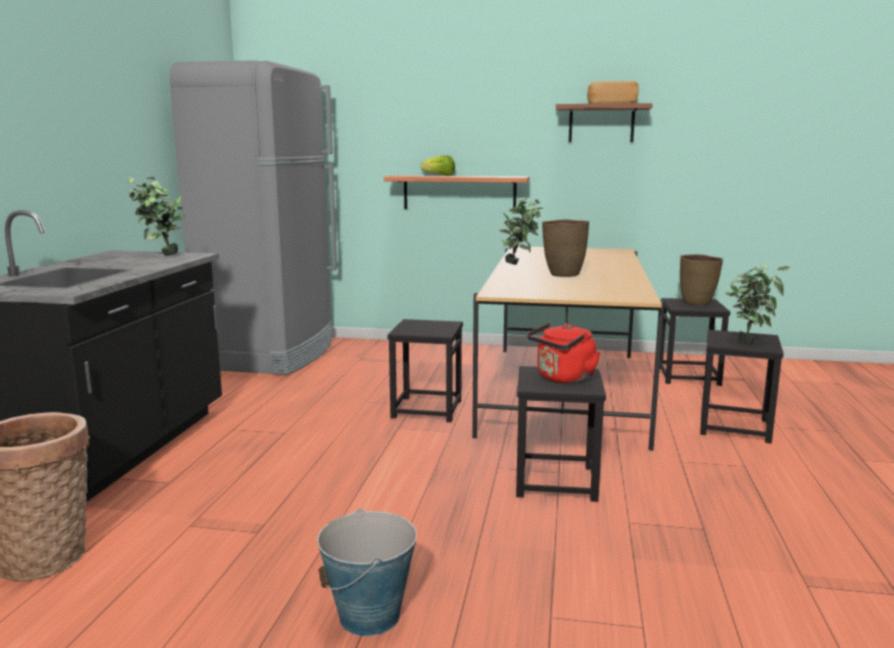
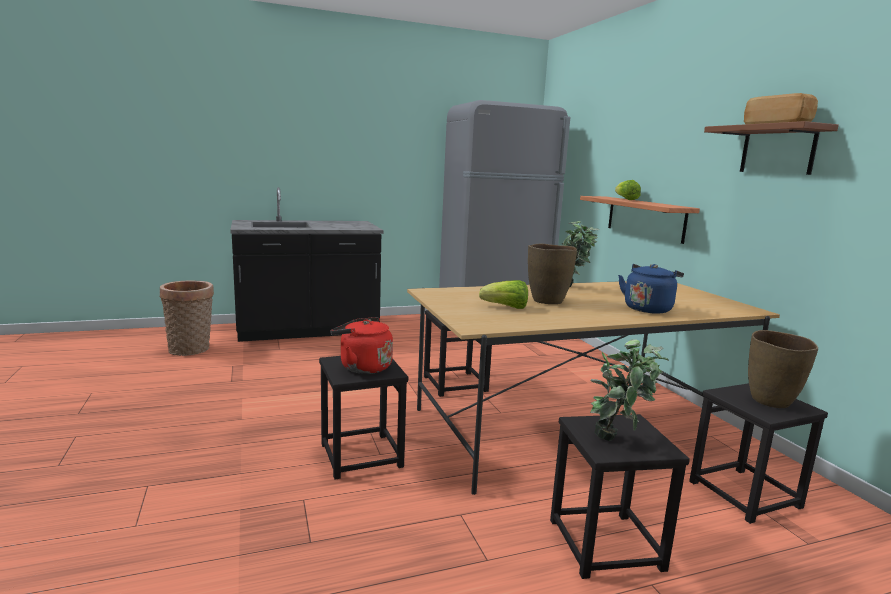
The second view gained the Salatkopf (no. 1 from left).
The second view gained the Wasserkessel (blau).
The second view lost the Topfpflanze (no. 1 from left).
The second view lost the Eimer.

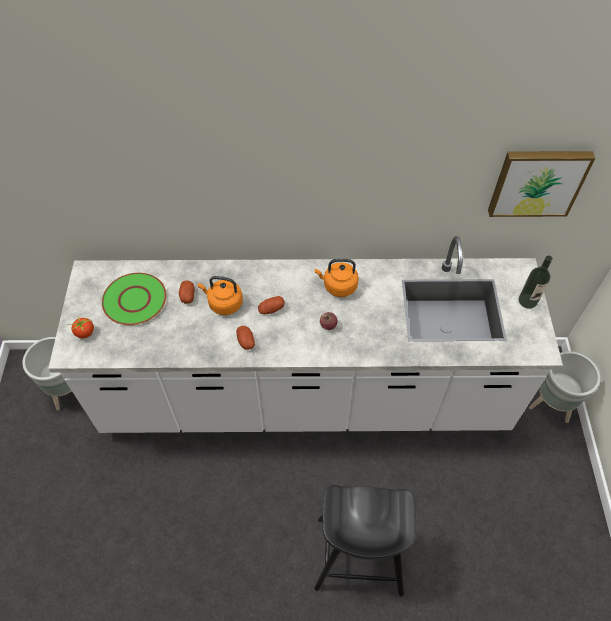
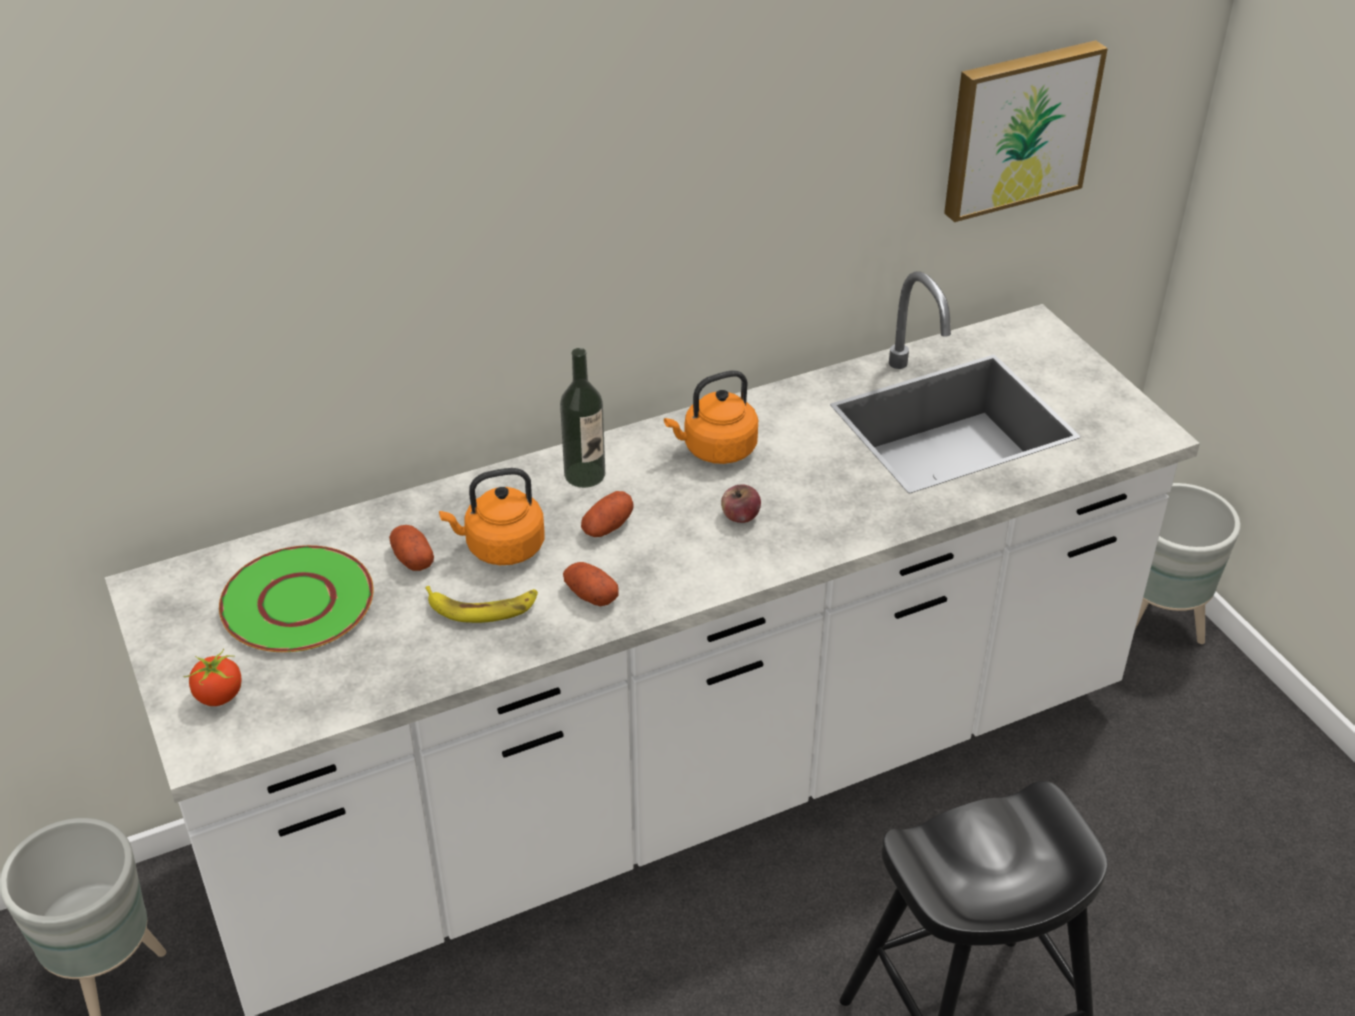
The second view gained the Banane.
The Flasche ended up elsewhere.

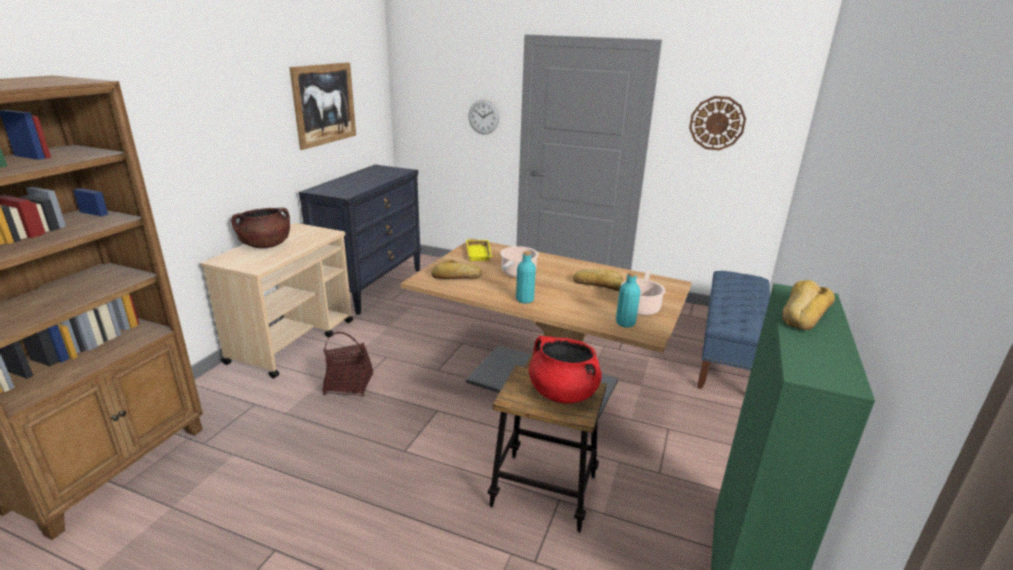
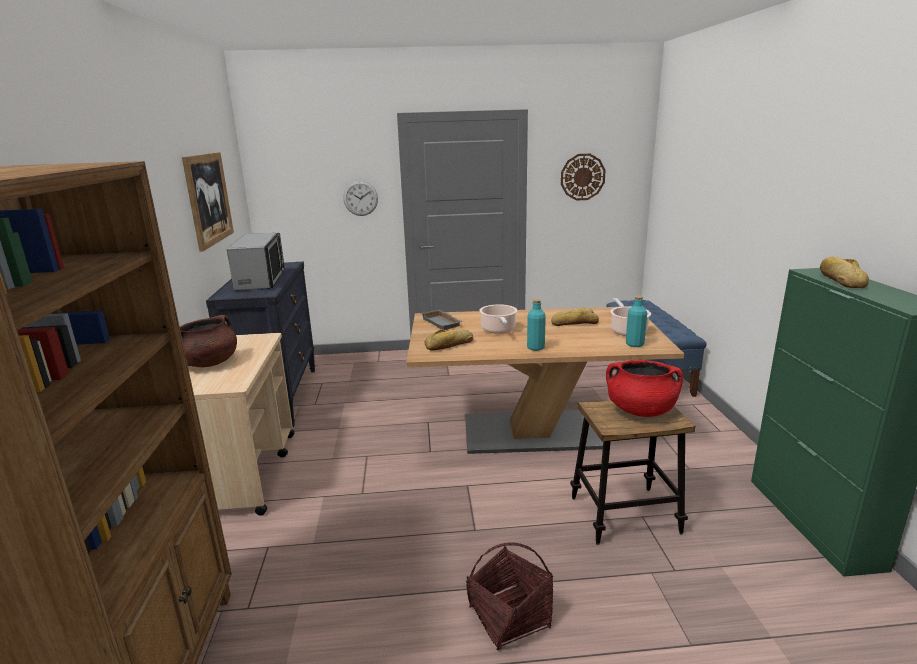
The second view gained the Mikrowelle.
What was the Tablett (gelb) turned into the Tablett (grau).
The Korb ended up elsewhere.

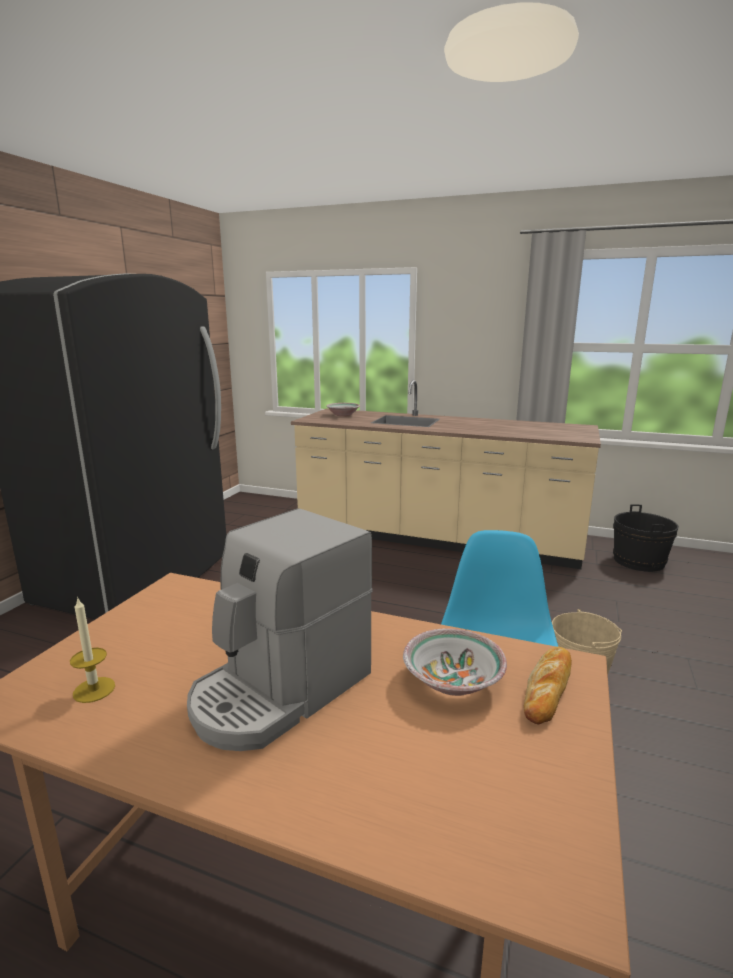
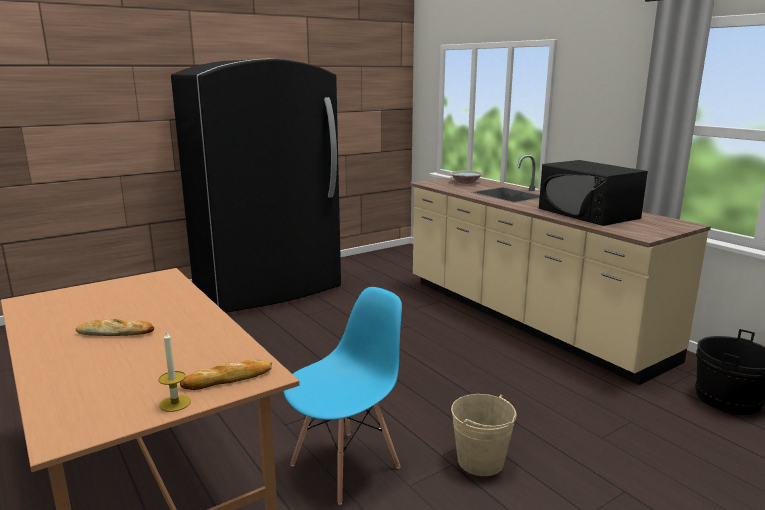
Where the Kaffeemaschine stood, the Brot (no. 1 from left) came to stand.
The Kerze ended up elsewhere.
The second view gained the Mikrowelle (schwarz).
The second view lost the Schüssel (no. 2 from left).

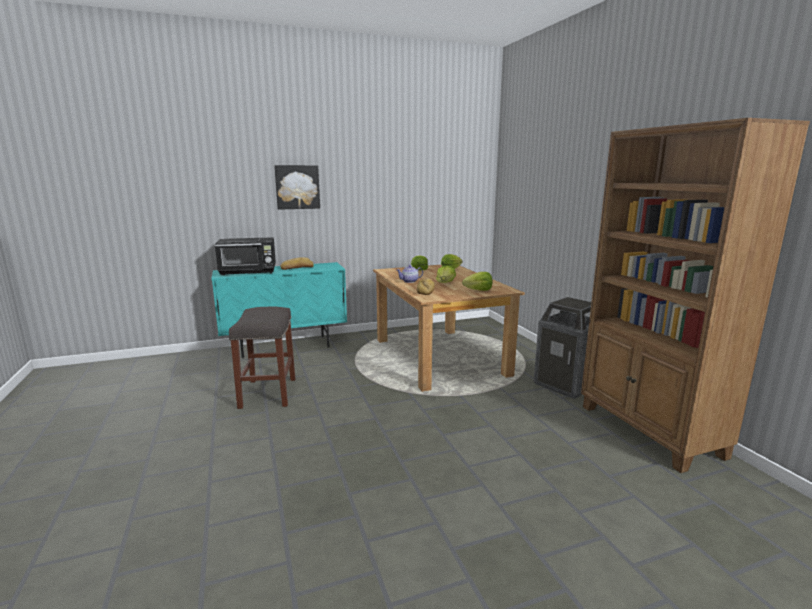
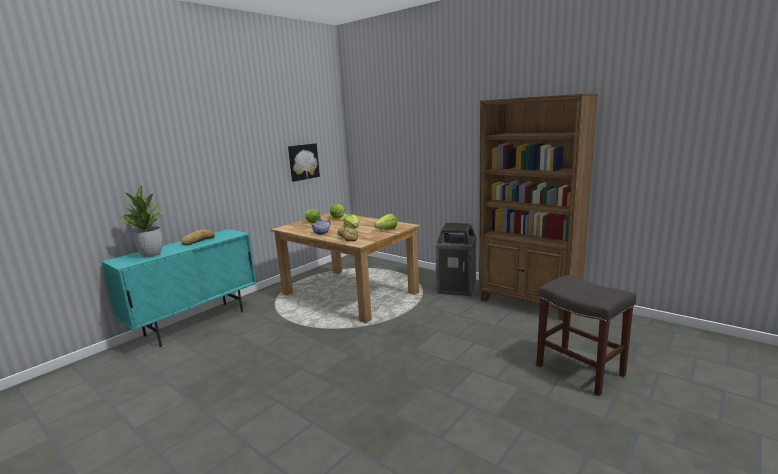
Where the Mikrowelle (schwarz) stood, the Topfpflanze came to stand.
The Bild ended up elsewhere.
The Hocker (grau) ended up elsewhere.

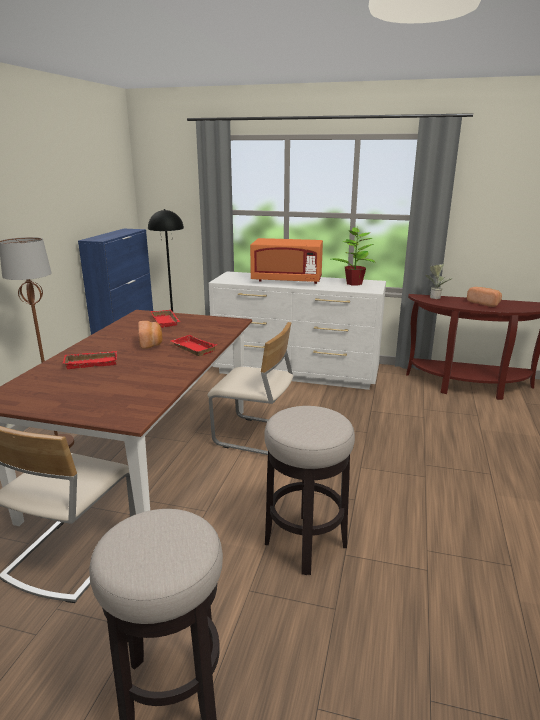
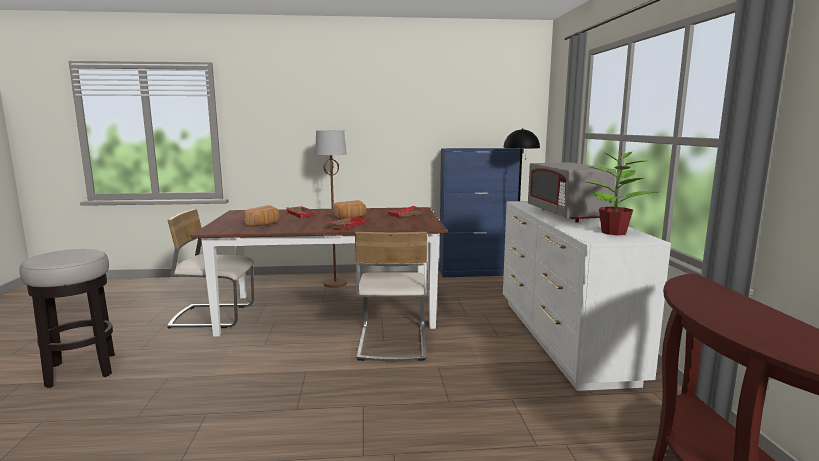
The Brot (no. 2 from left in the first image) ended up elsewhere.
What was the Mikrowelle (orange) turned into the Mikrowelle (grau).
The second view lost the Hocker (no. 2 from left).
The second view lost the Topfpflanze (no. 2 from left).

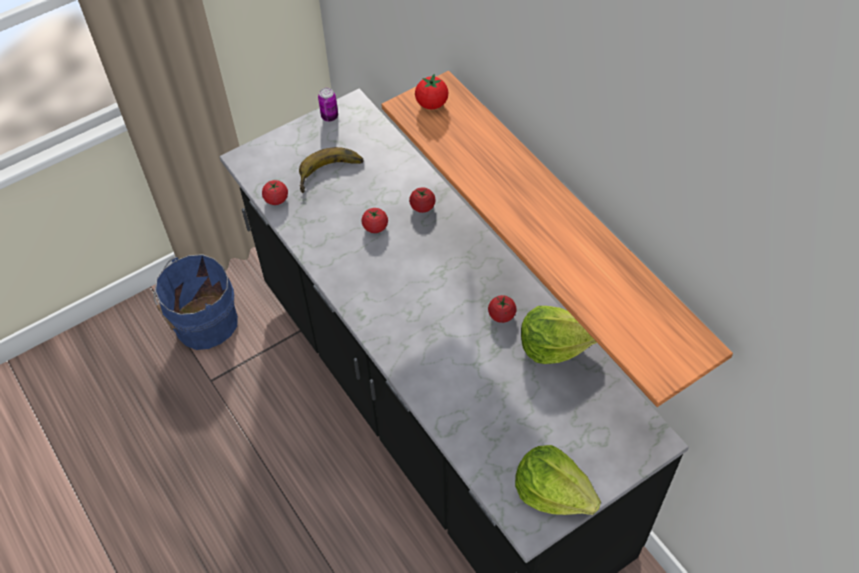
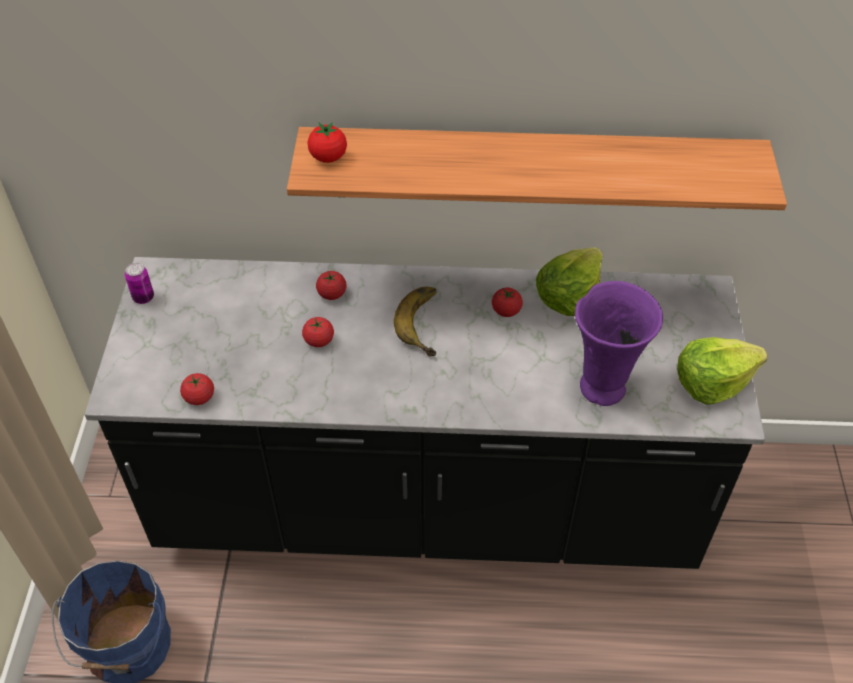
The Banane ended up elsewhere.
The second view gained the Vase (lila).

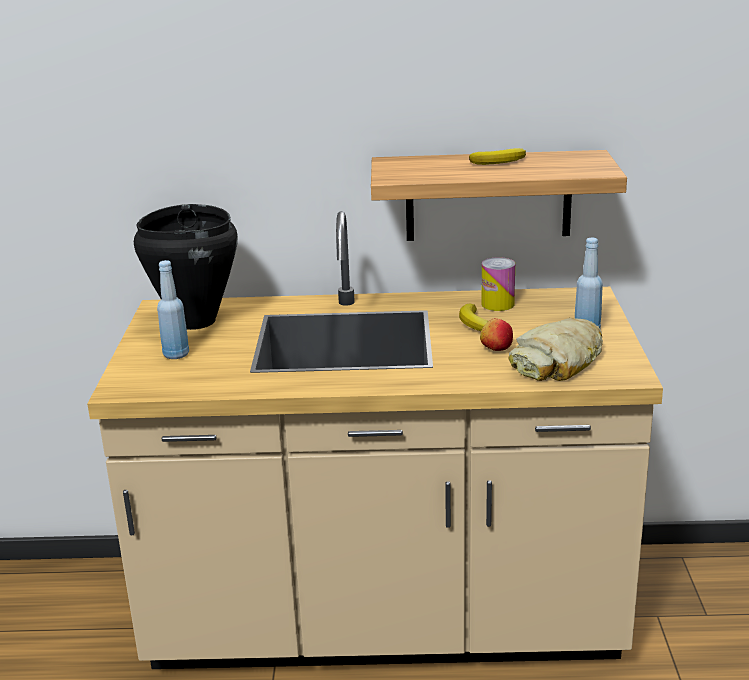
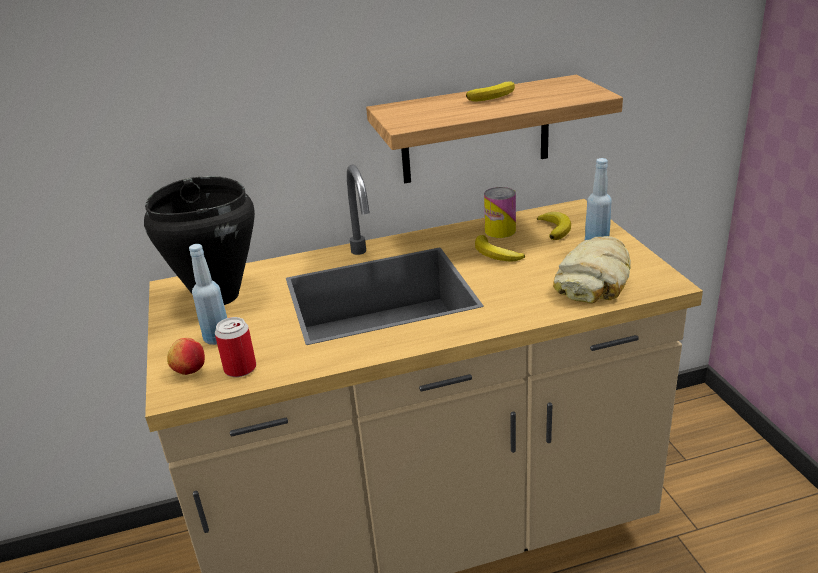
The Apfel ended up elsewhere.
The second view gained the Dose (no. 1 from left).
The second view gained the Banane (no. 3 from left).

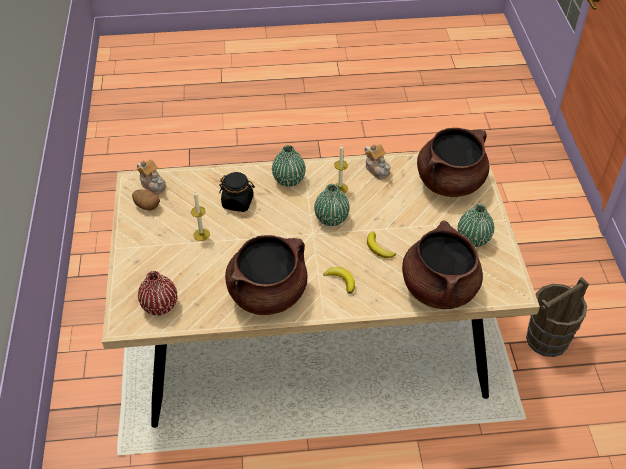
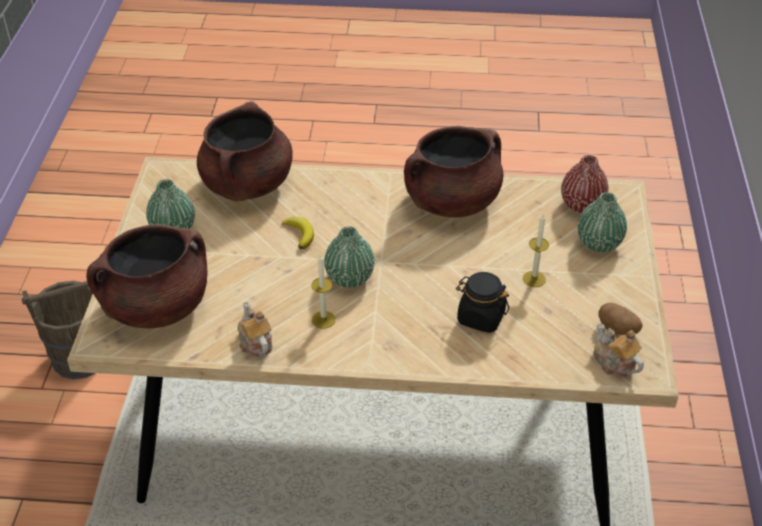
The Vase (grün) (no. 1 from left in the first image) ended up elsewhere.
The second view lost the Banane (no. 1 from left).

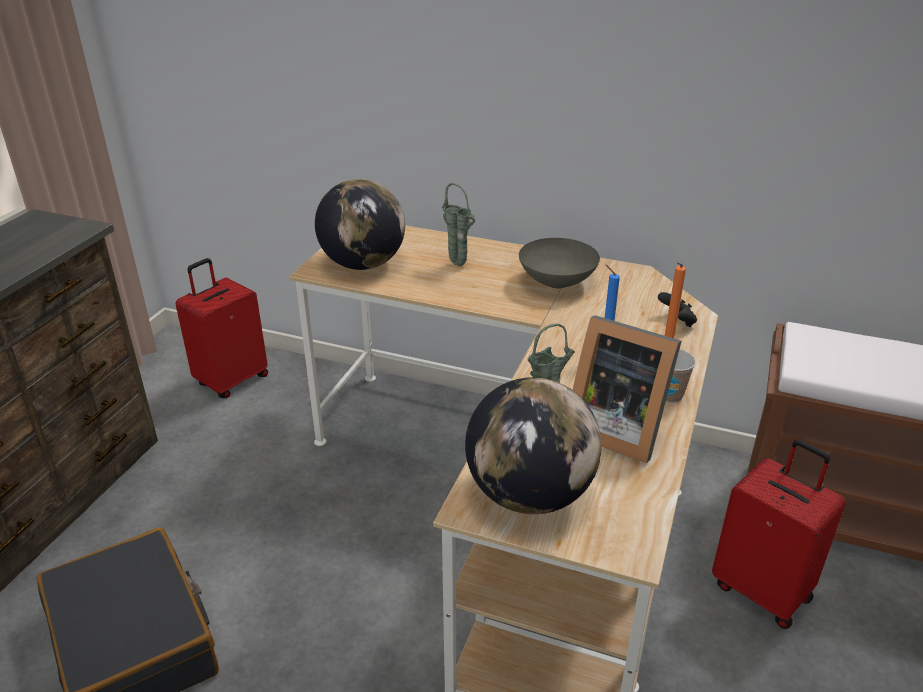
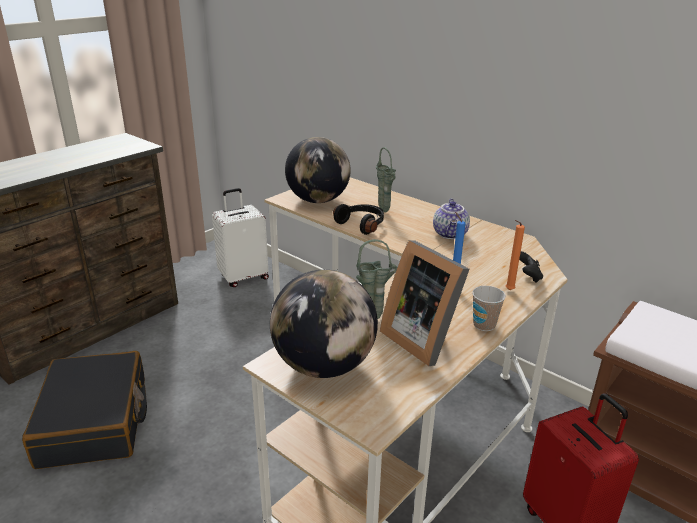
What was the Koffer (rot) (no. 1 from left) turned into the Koffer (weiß).
The second view gained the Kopfhörer (schwarz).
Where the Schüssel (grau) stood, the Teekanne came to stand.

